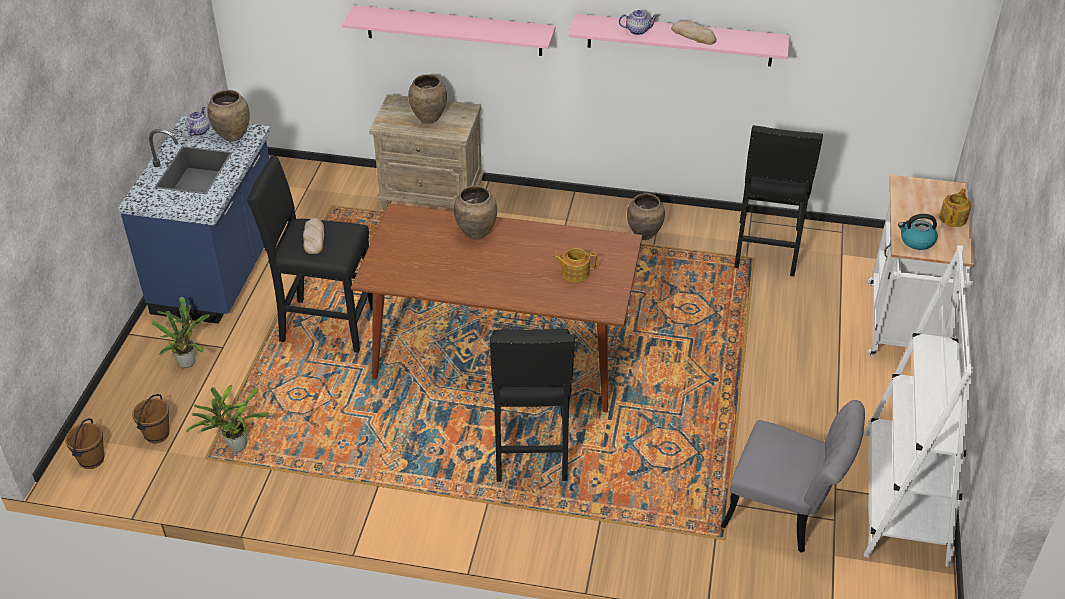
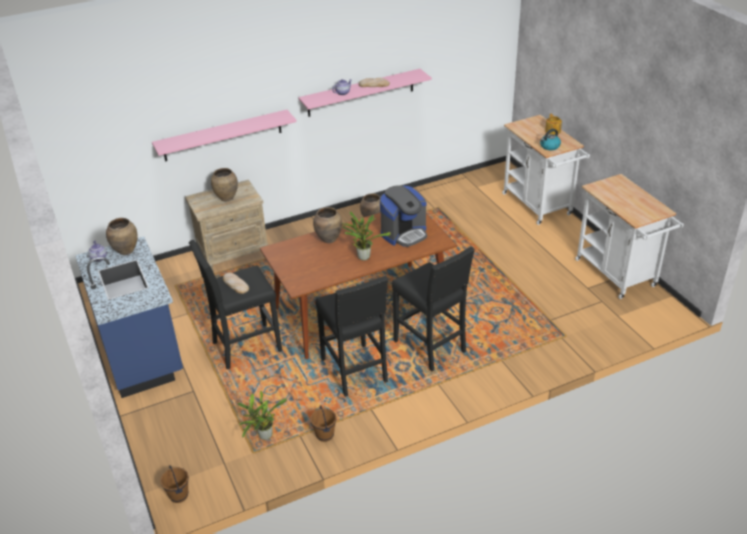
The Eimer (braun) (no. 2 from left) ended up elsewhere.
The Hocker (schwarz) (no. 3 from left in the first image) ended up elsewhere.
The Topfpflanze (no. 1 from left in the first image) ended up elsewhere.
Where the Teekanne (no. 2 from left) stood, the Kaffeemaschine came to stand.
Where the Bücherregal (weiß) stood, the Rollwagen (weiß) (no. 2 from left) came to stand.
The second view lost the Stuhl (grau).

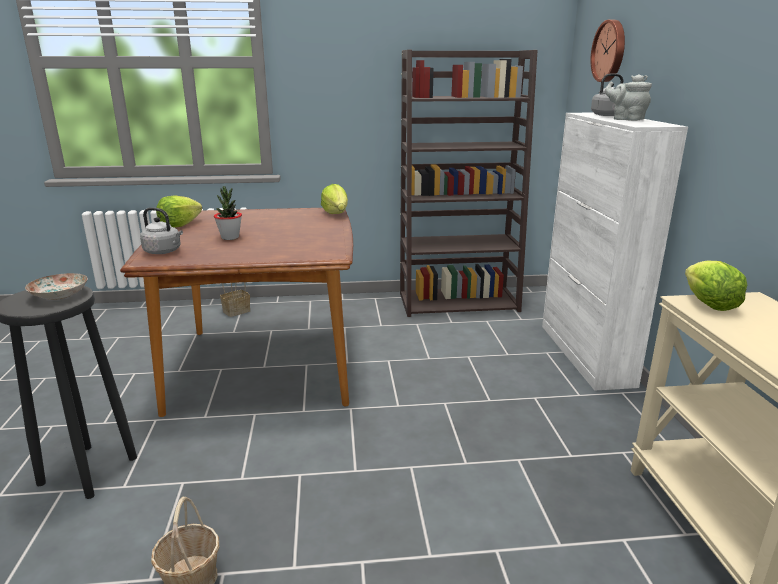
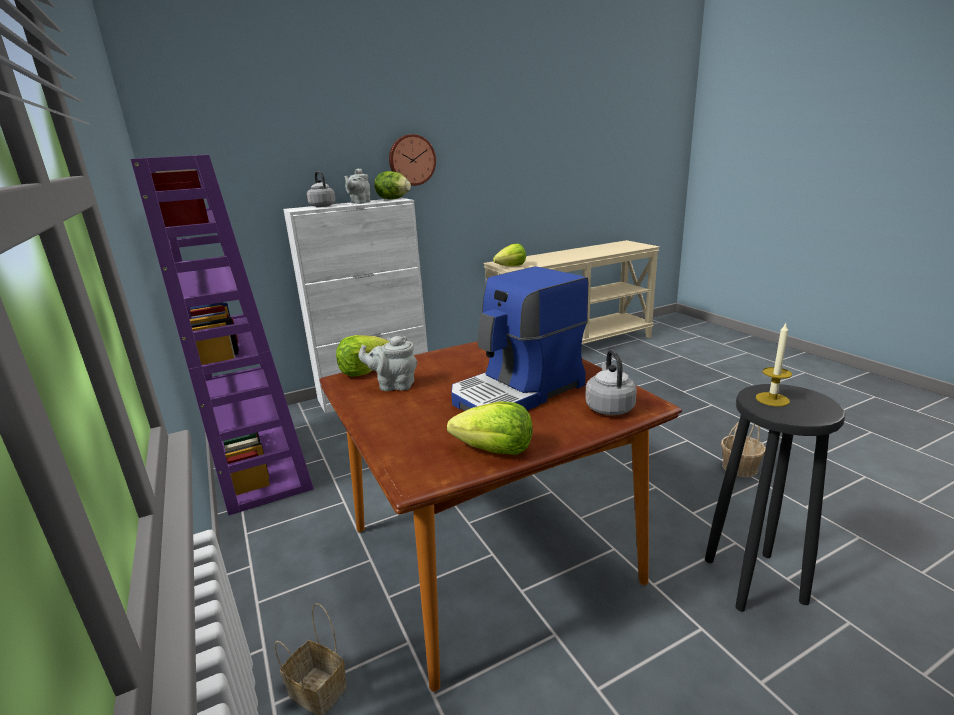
What was the Bücherregal (braun) turned into the Bücherregal (lila).
The second view gained the Teekanne (grau) (no. 2 from left).
The second view gained the Salatkopf (no. 2 from left).
The Wanduhr ended up elsewhere.
Where the Topfpflanze stood, the Kaffeemaschine came to stand.
Where the Teller stood, the Kerze came to stand.

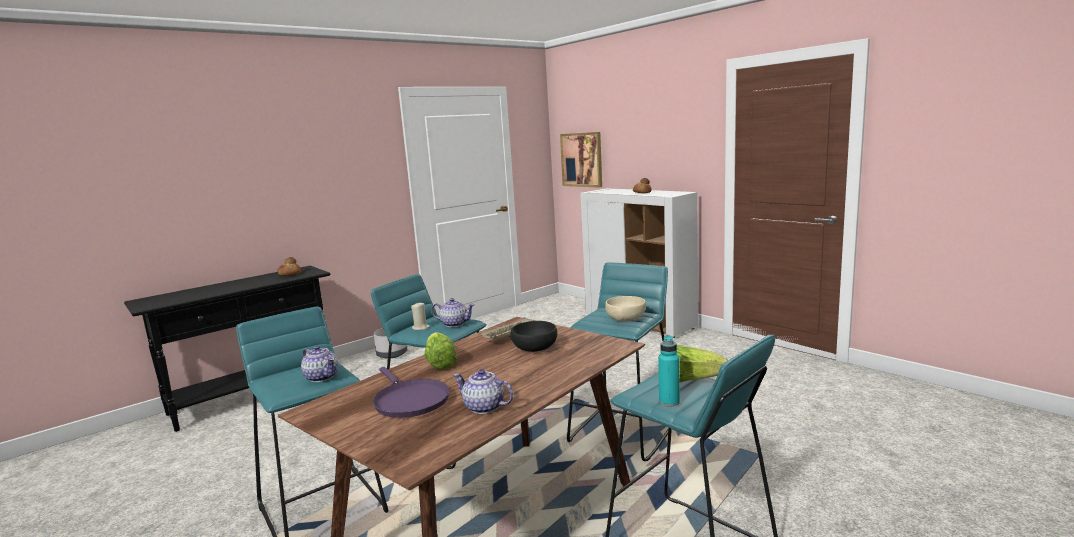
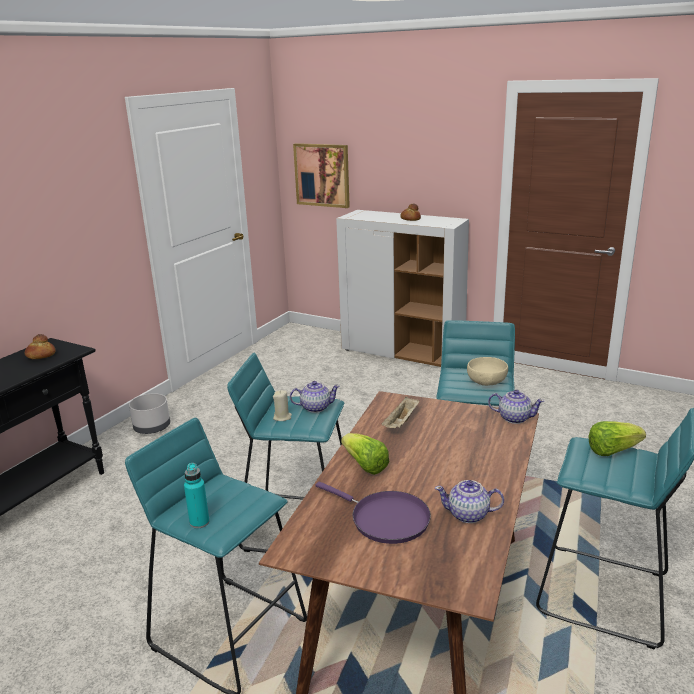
The Flasche (türkis) ended up elsewhere.
The Teekanne (no. 1 from left in the first image) ended up elsewhere.
The second view lost the Schüssel (schwarz).

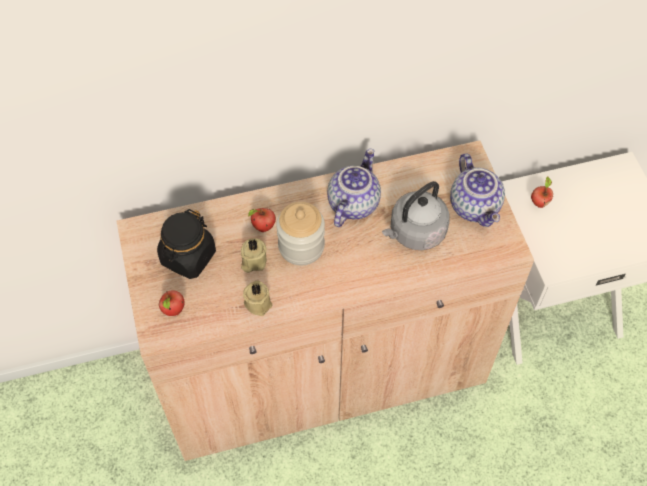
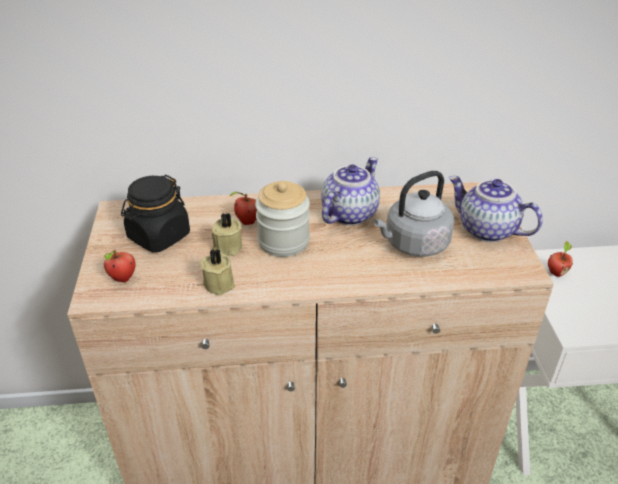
The Teekanne (no. 2 from left) ended up facing another way, 135 degrees clockwise from before.

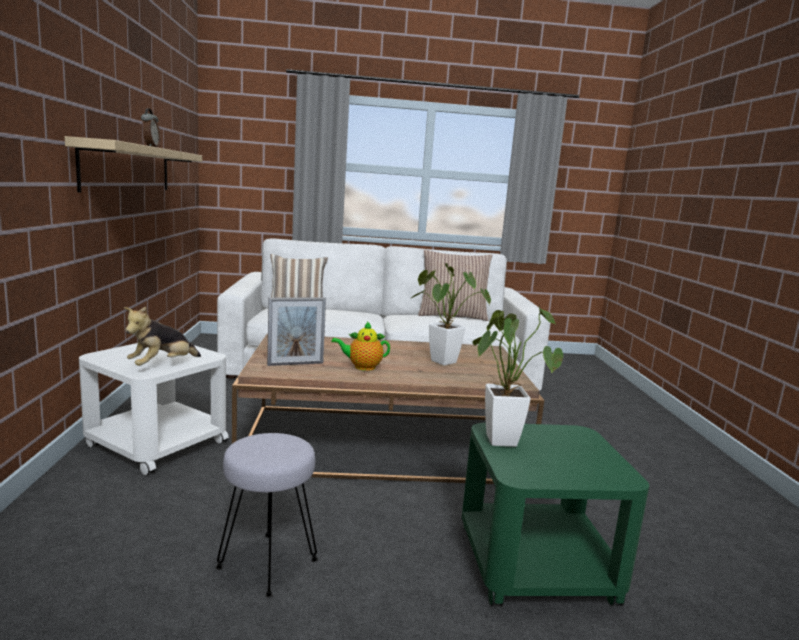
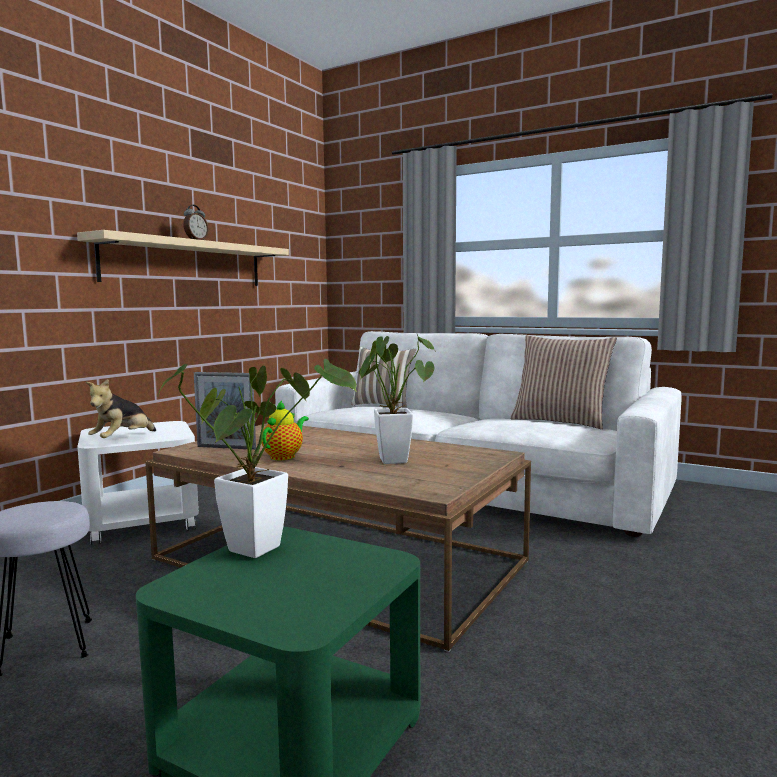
The Plüschtier ended up facing another way, 45 degrees counterclockwise from before.
The Teekanne ended up facing another way, 90 degrees clockwise from before.

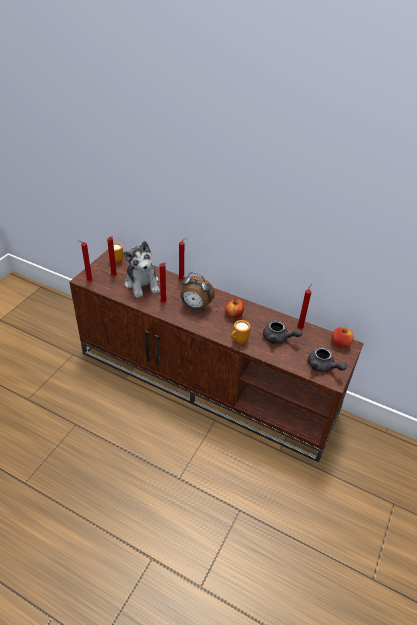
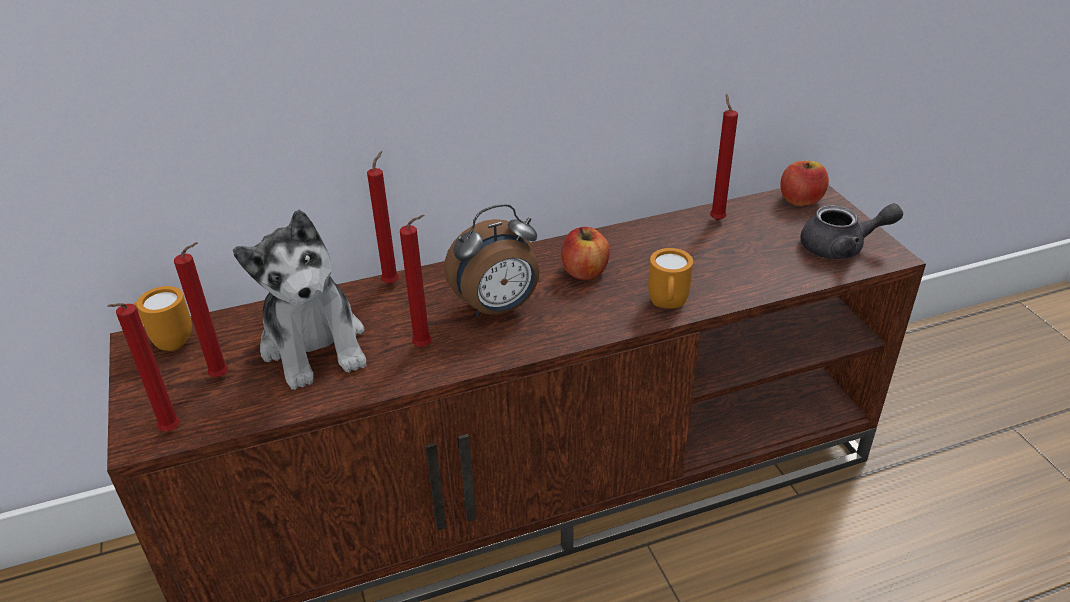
The Plüschtier ended up facing another way, 45 degrees clockwise from before.
The second view lost the Teekanne (grau) (no. 1 from left).

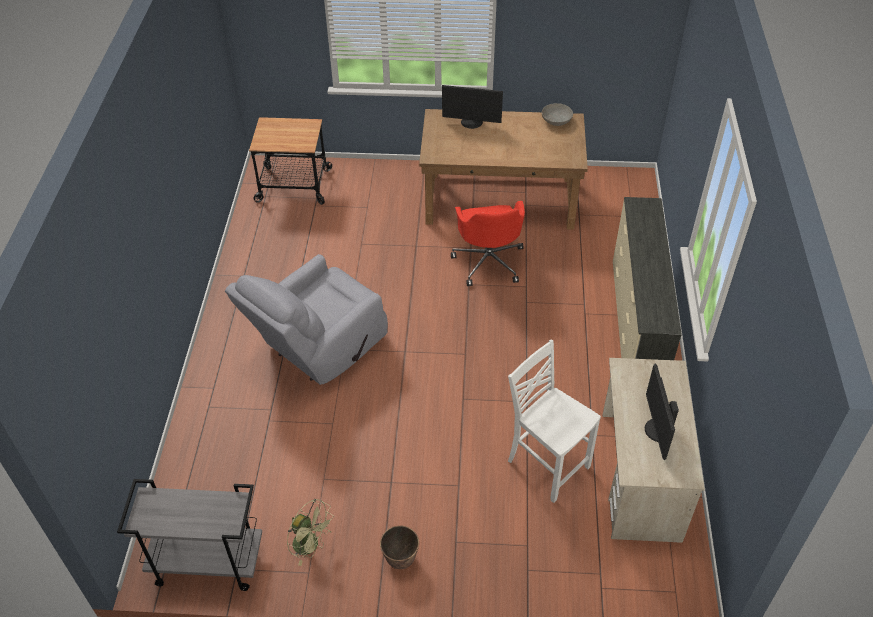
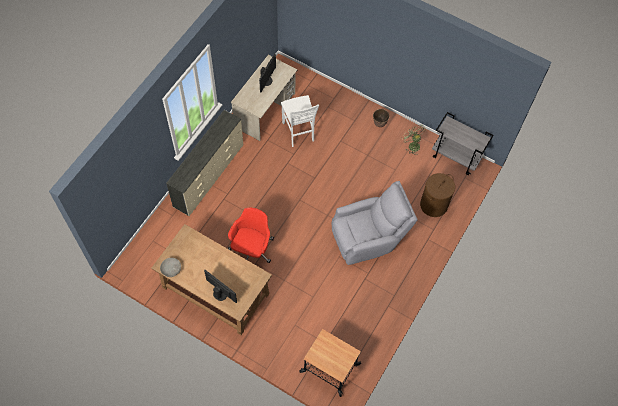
The second view gained the Wäschekorb (braun).

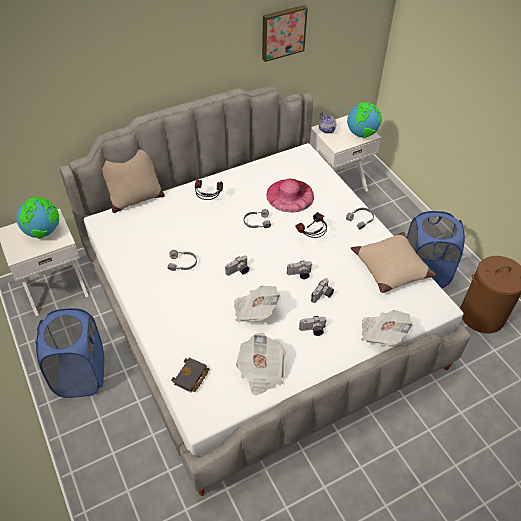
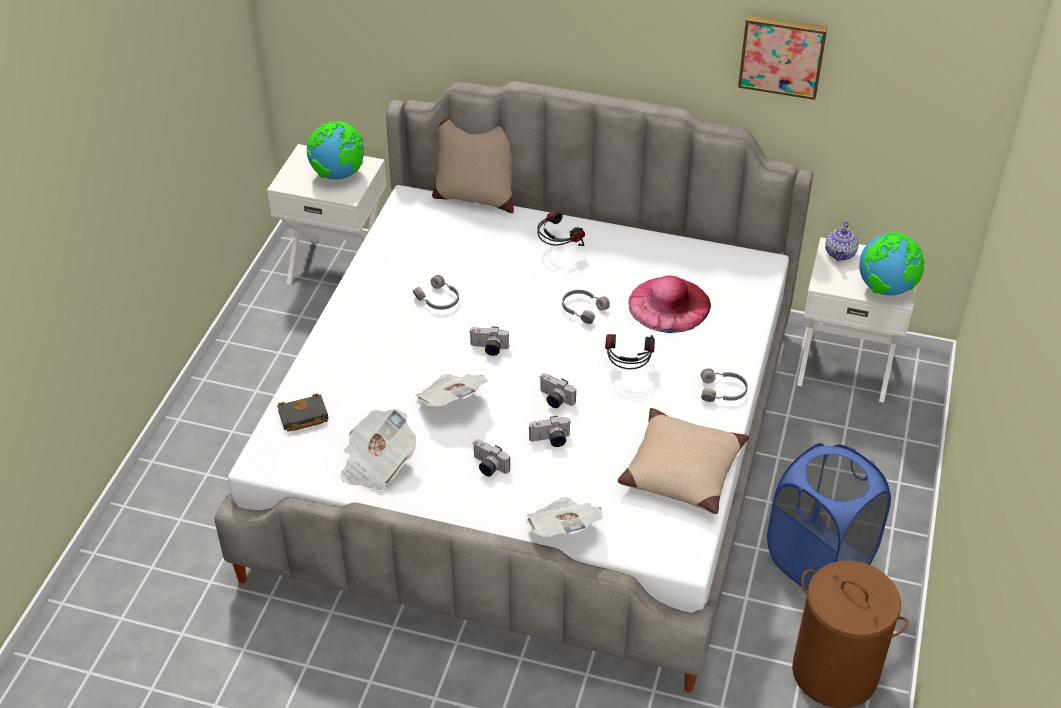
The second view lost the Wäschekorb (blau) (no. 1 from left).

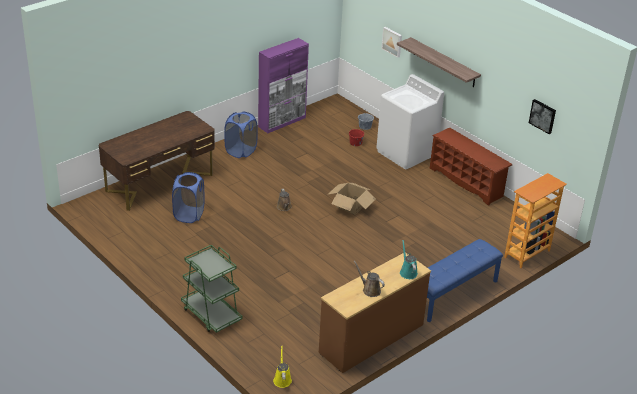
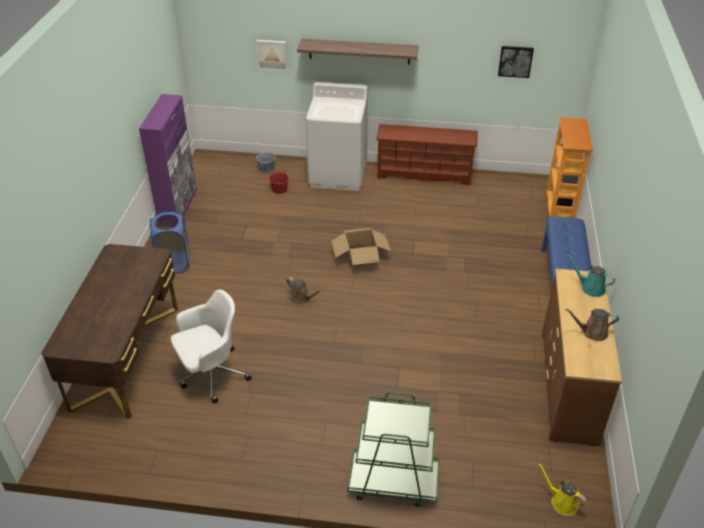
Where the Wäschekorb (blau) (no. 1 from left) stood, the Bürostuhl (weiß) came to stand.

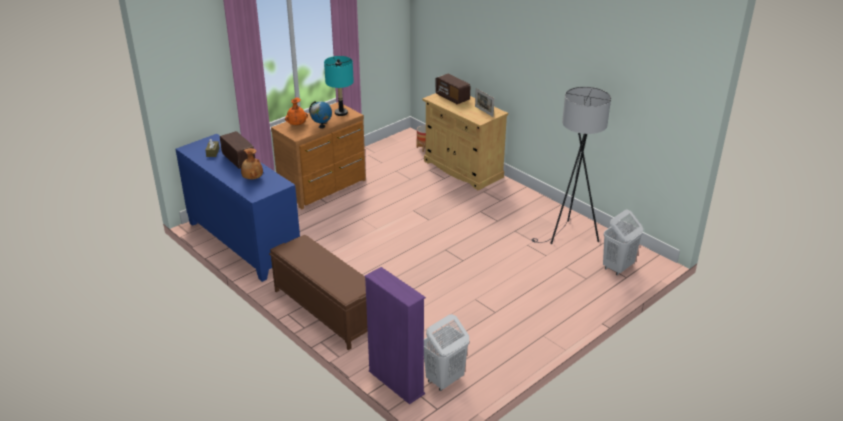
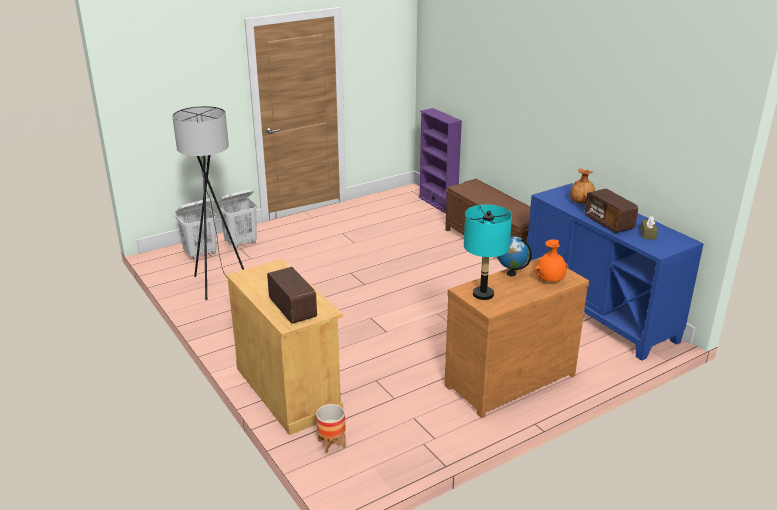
The Wäschekorb (weiß) (no. 1 from left in the first image) ended up elsewhere.
The second view lost the Bilderrahmen.

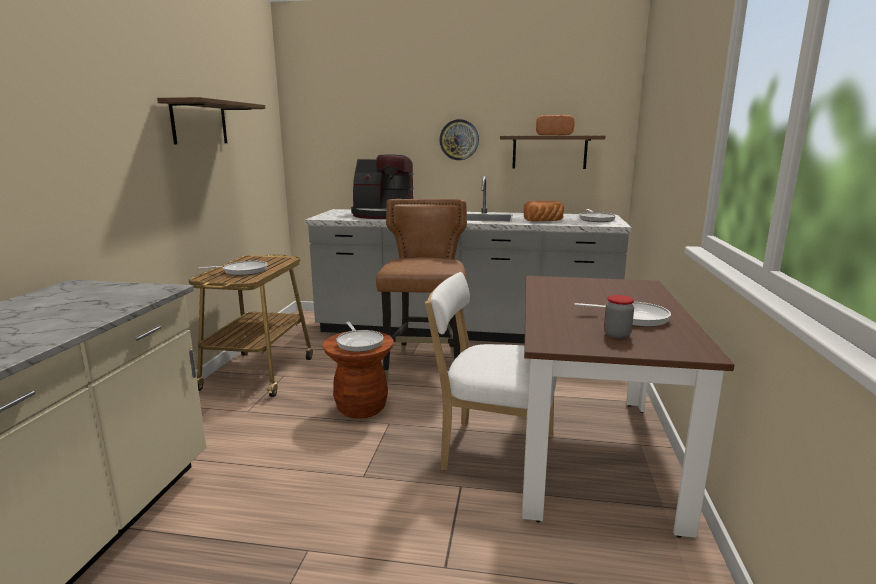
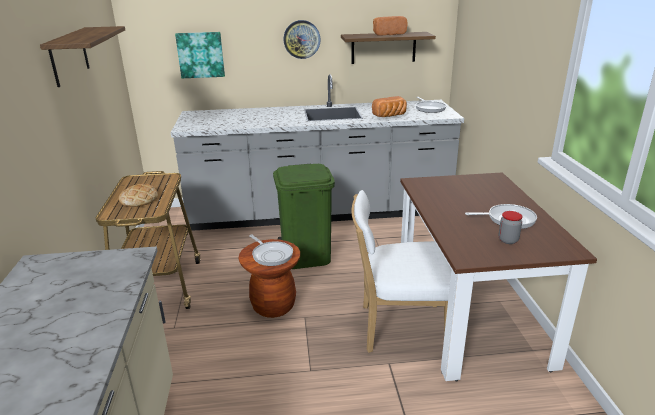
Where the Pfanne (no. 1 from left) stood, the Brot (no. 1 from left) came to stand.
The second view gained the Bild.
Where the Stuhl (braun) stood, the Mülleimer (grün) came to stand.
The second view lost the Kaffeemaschine.

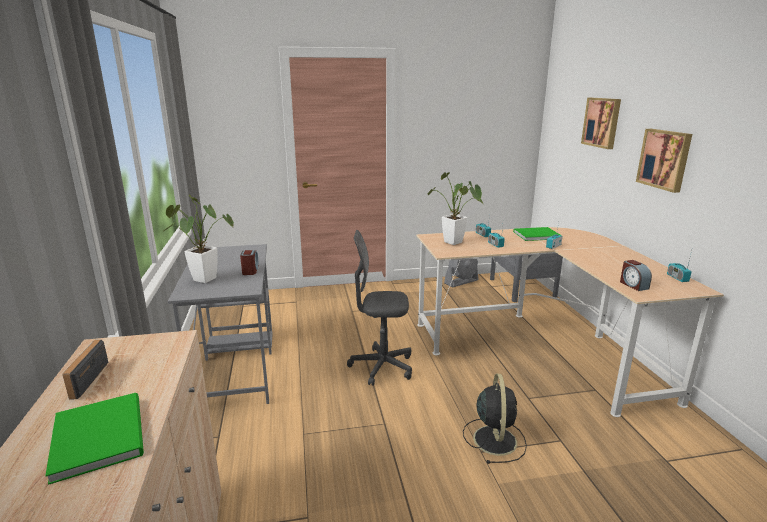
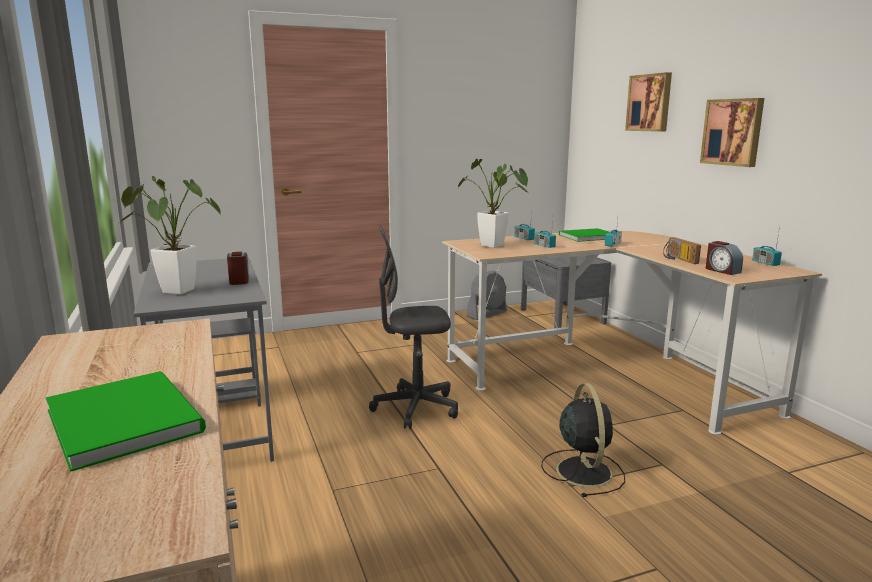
The Radio (no. 1 from left in the first image) ended up elsewhere.

